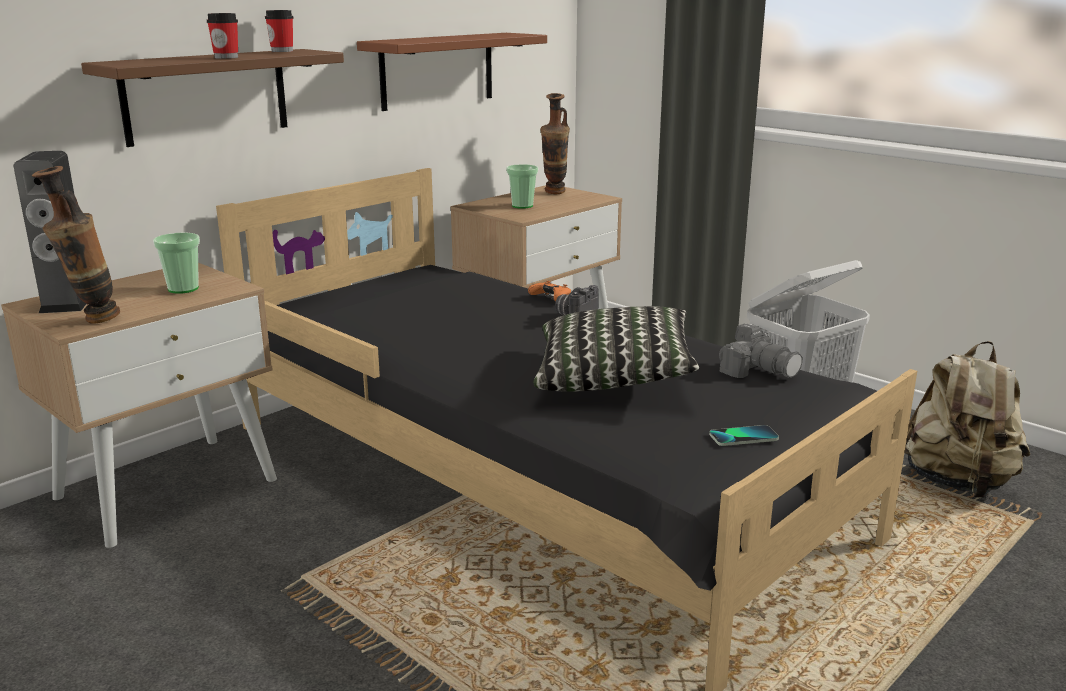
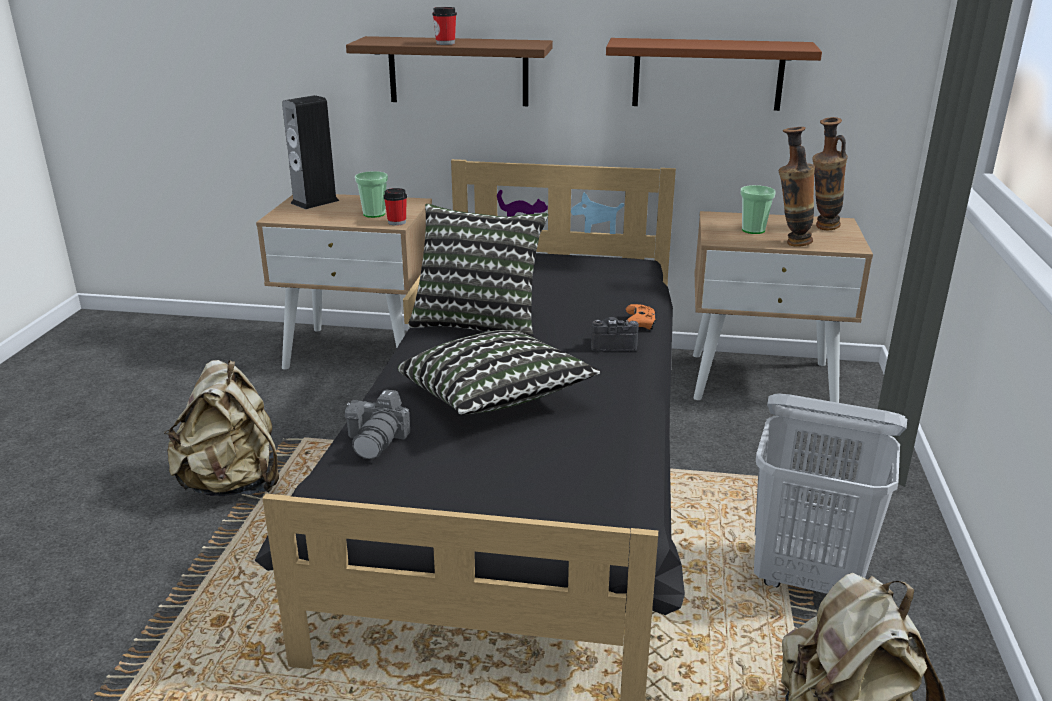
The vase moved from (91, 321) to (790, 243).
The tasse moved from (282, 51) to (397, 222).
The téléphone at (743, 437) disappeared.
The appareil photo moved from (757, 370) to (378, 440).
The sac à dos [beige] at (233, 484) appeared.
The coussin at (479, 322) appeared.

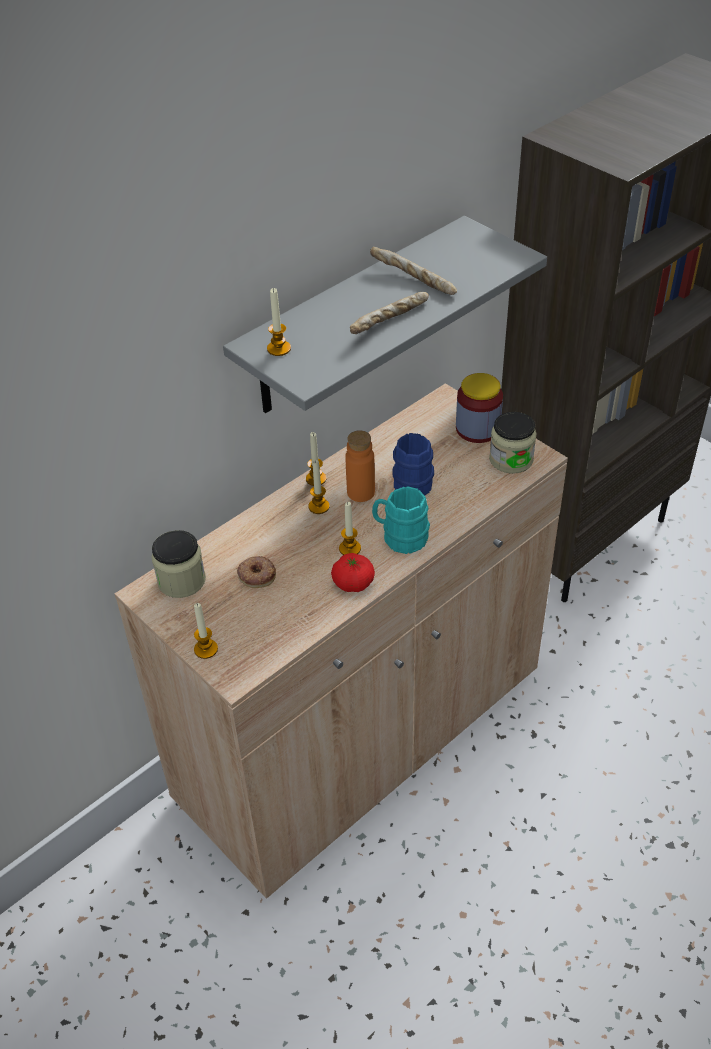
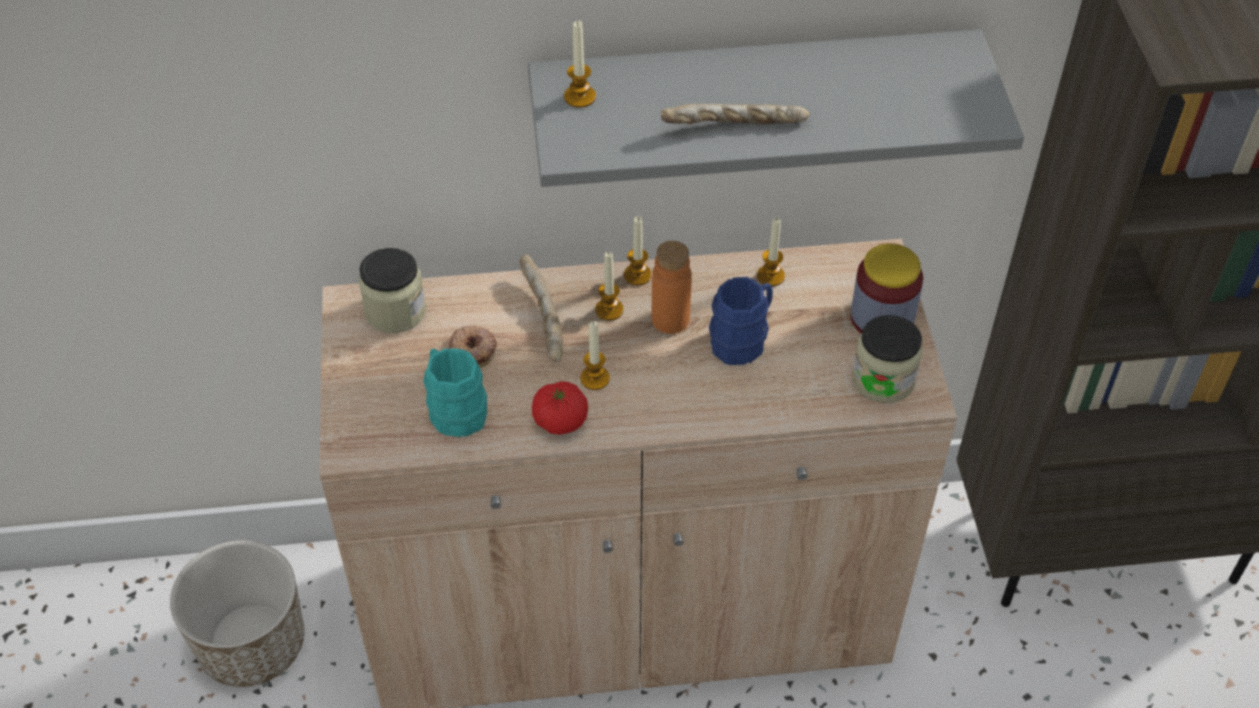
The bougie moved from (206, 649) to (770, 276).
The pain moved from (412, 280) to (541, 317).
The mug [turquoise] moved from (400, 537) to (454, 409).
The cache-pot at (252, 644) appeared.

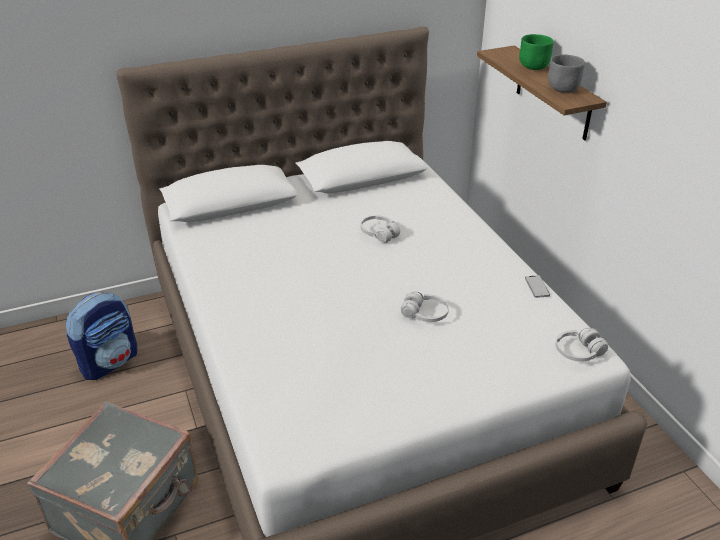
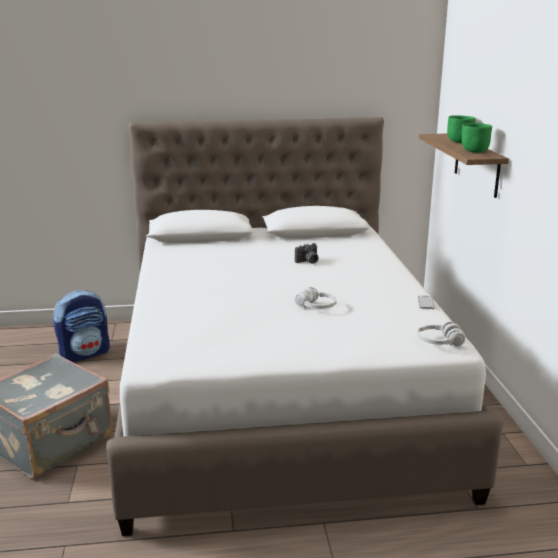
The casque audio [blanc] at (379, 234) was replaced by the appareil photo at (308, 262).
The bol [gris] at (562, 90) became the bol [vert] at (474, 151).

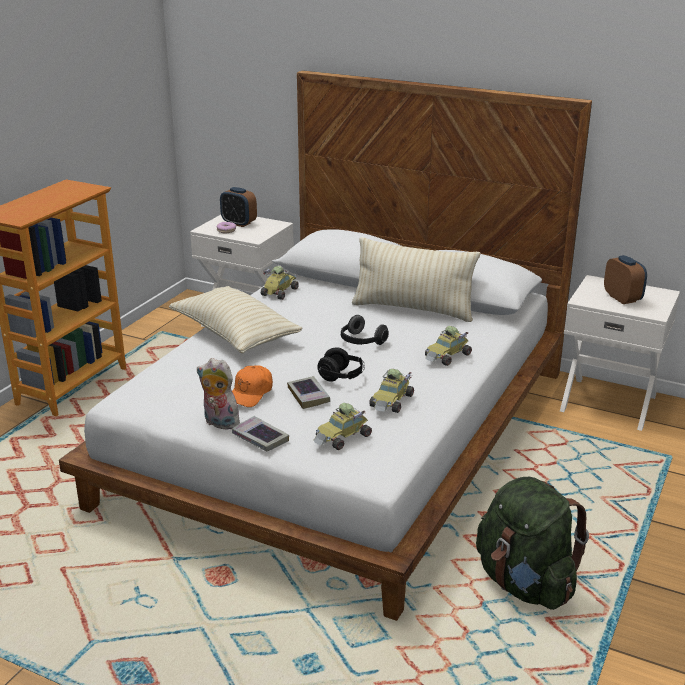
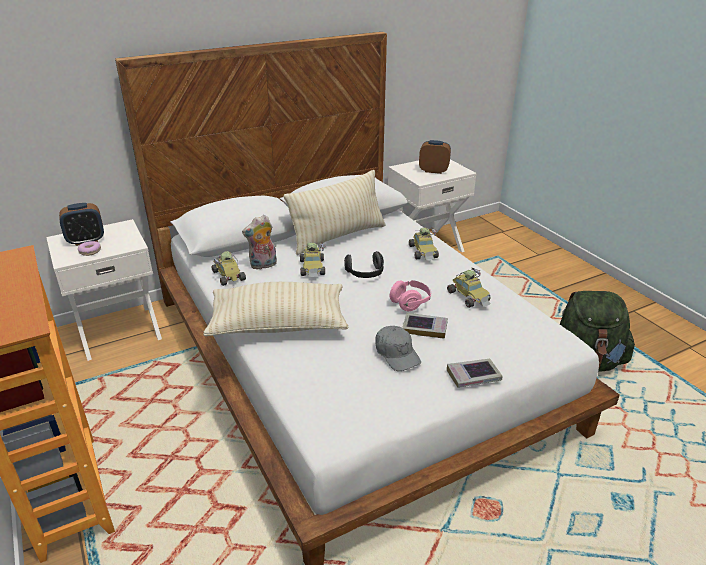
The peluche moved from (219, 423) to (263, 265).
The casquette [orange] at (251, 393) became the casquette [gris] at (397, 354).
The petite voiture moved from (343, 437) to (313, 268).
The casque audio [noir] at (341, 377) became the casque audio [rose] at (410, 303).

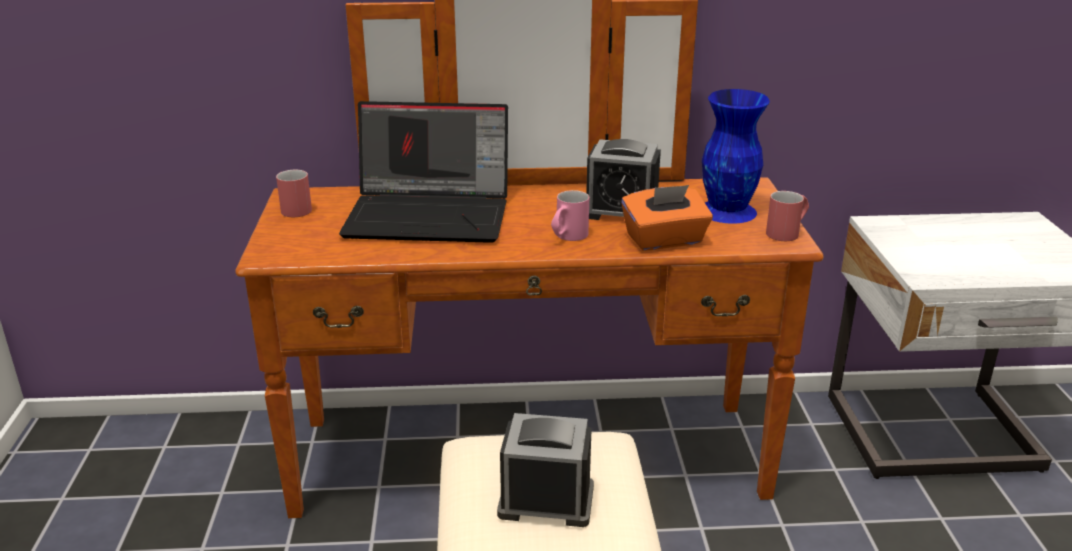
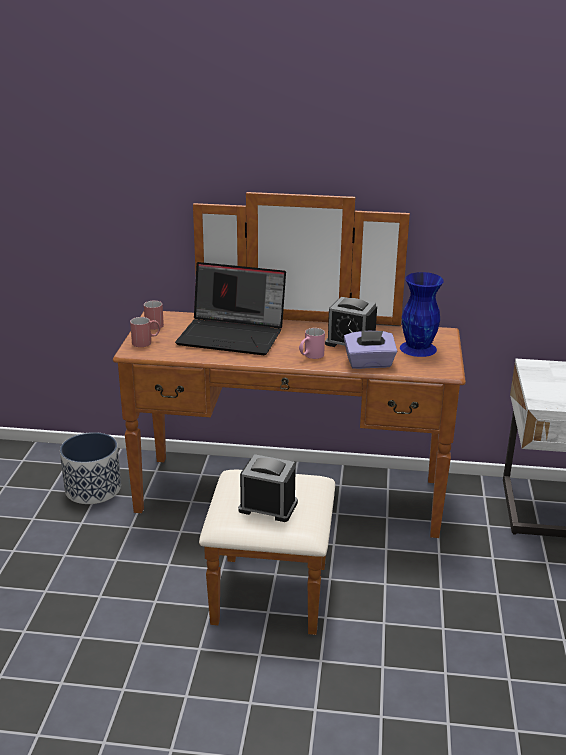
The boîte à mouchoirs [orange] at (665, 240) became the boîte à mouchoirs [violet] at (369, 363).
The mug [rouge] moved from (787, 232) to (146, 342).
The cache-pot at (93, 489) appeared.

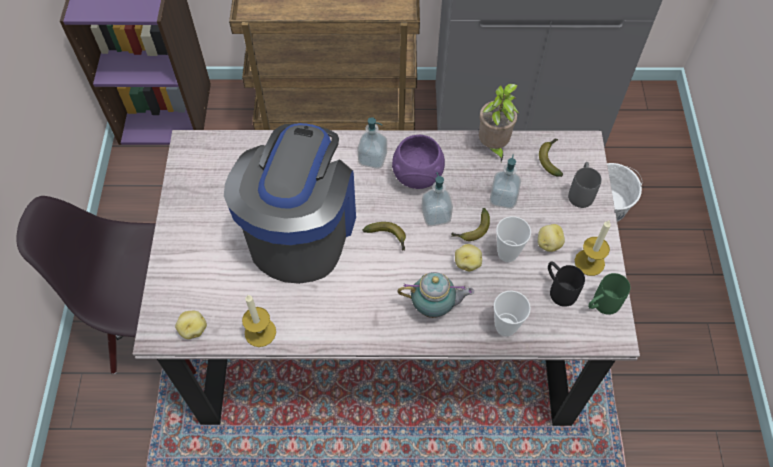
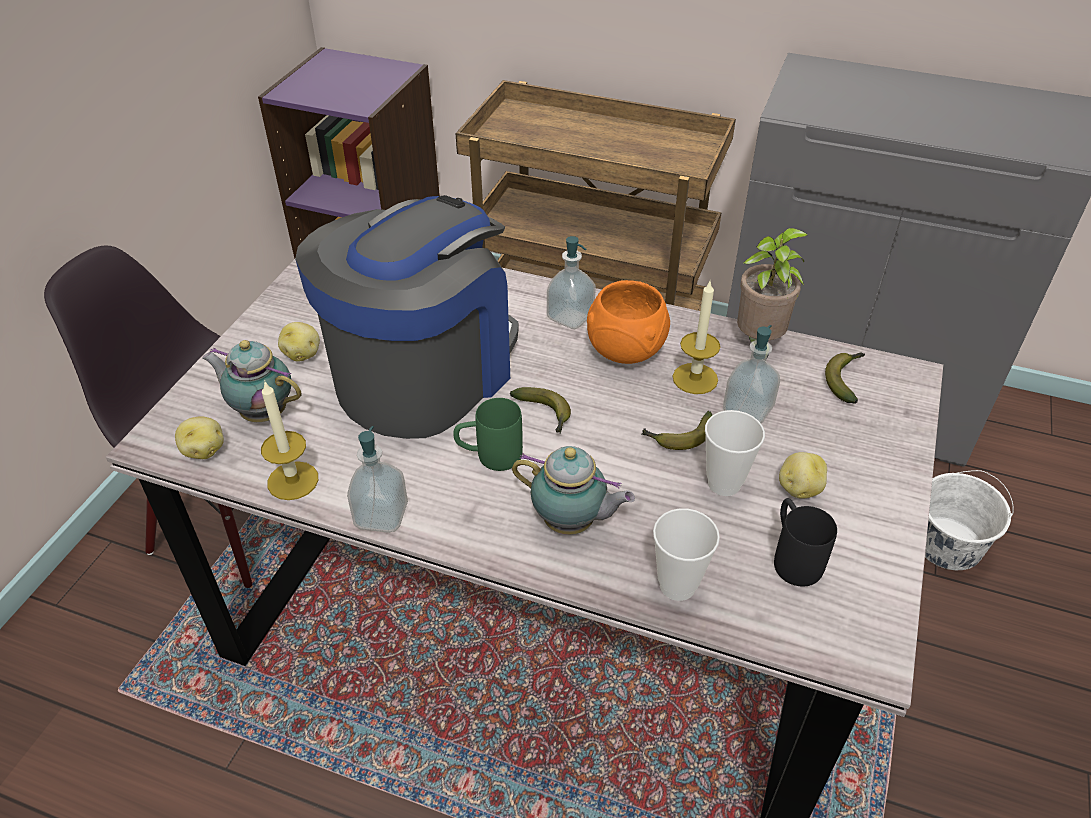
The bol [violet] at (417, 175) became the bol [orange] at (626, 351).
The distributeur de savon moved from (436, 215) to (381, 515).
The pomme de terre moved from (467, 263) to (302, 354).
The mug [gris] at (580, 192) disappeared.
The bougie moved from (589, 262) to (695, 378).
The mug [vert] moved from (601, 305) to (489, 456).
The théière at (262, 412) appeared.

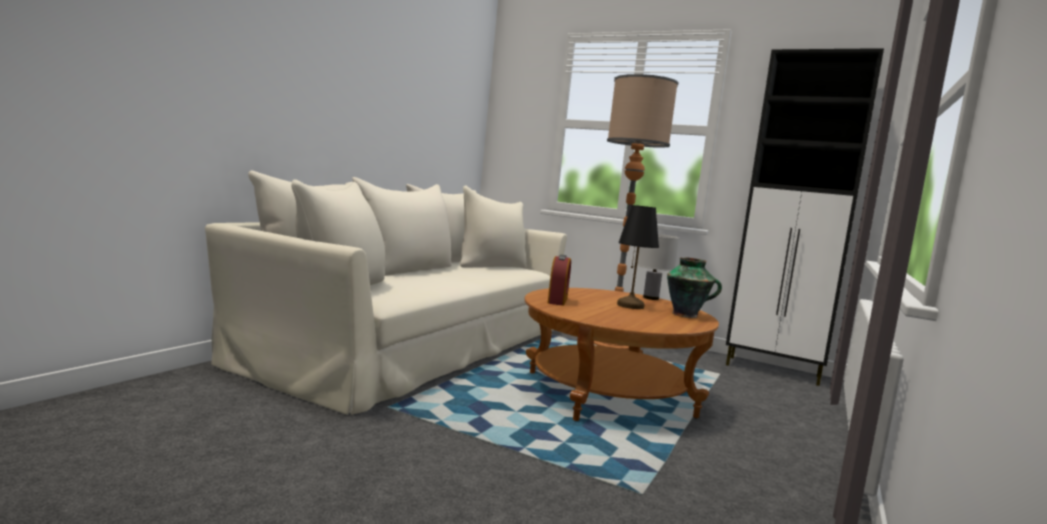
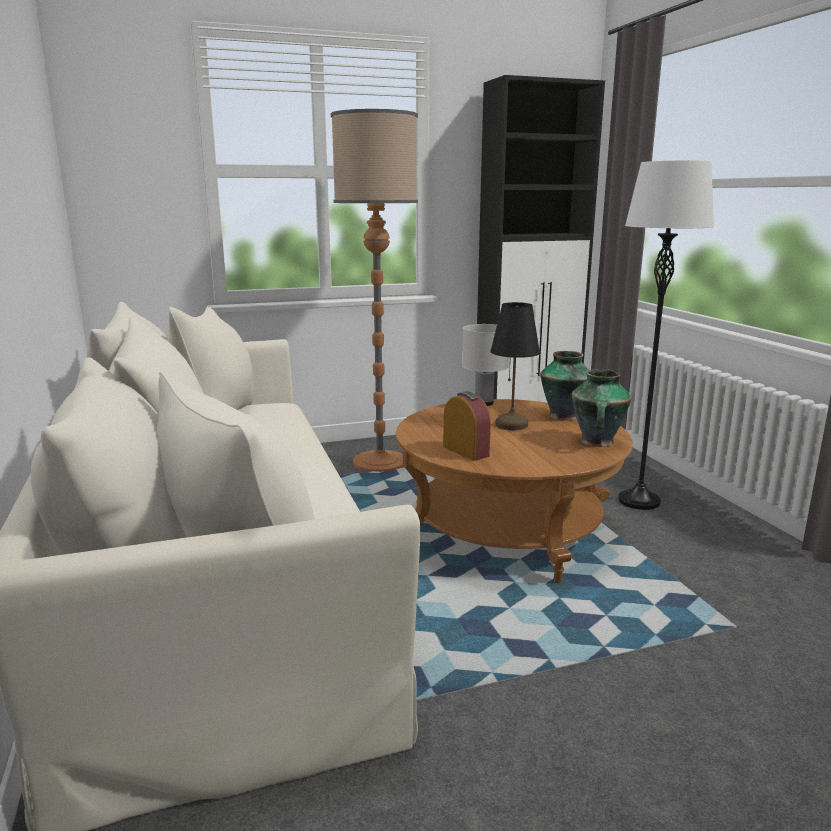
The vase at (597, 442) appeared.
The lampadaire [blanc] at (639, 501) appeared.

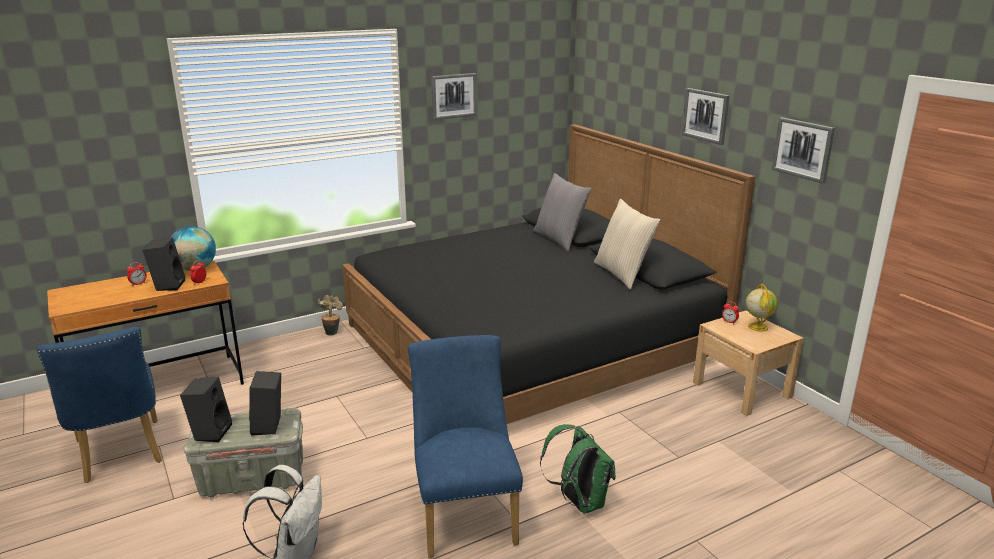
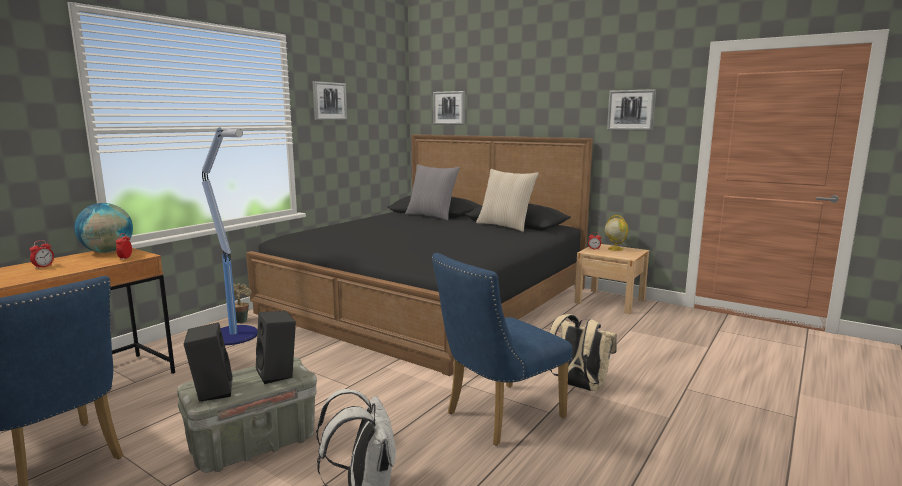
The enceinte [noir] at (168, 285) disappeared.
The chaise [bleu] at (465, 513) turned 90 degrees counterclockwise.
The sac à dos [vert] at (579, 502) became the sac à dos [beige] at (579, 386).
The tableau moved from (706, 115) to (449, 108).
The lampadaire at (234, 336) appeared.

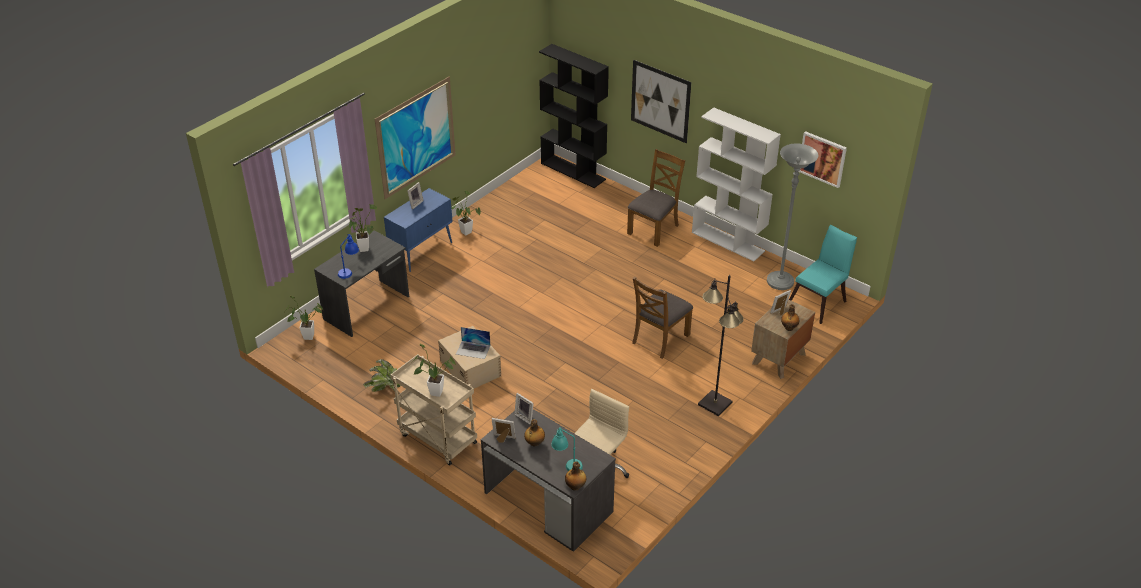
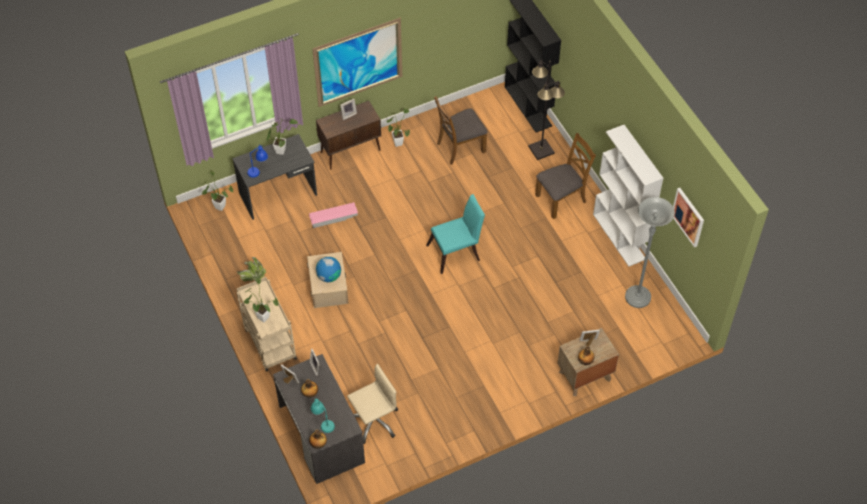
The meuble de rangement [bleu] at (422, 251) became the meuble de rangement [marron] at (351, 151).
The ordinateur portable at (473, 349) was replaced by the globe at (329, 276).
The tableau at (660, 101) disappeared.
The chaise [marron] moved from (660, 338) to (460, 147).
The lampadaire [noir] moved from (715, 403) to (541, 149).
The chaise [turquoise] moved from (819, 302) to (456, 252).
The boîte de rangement [rose] at (334, 217) appeared.

